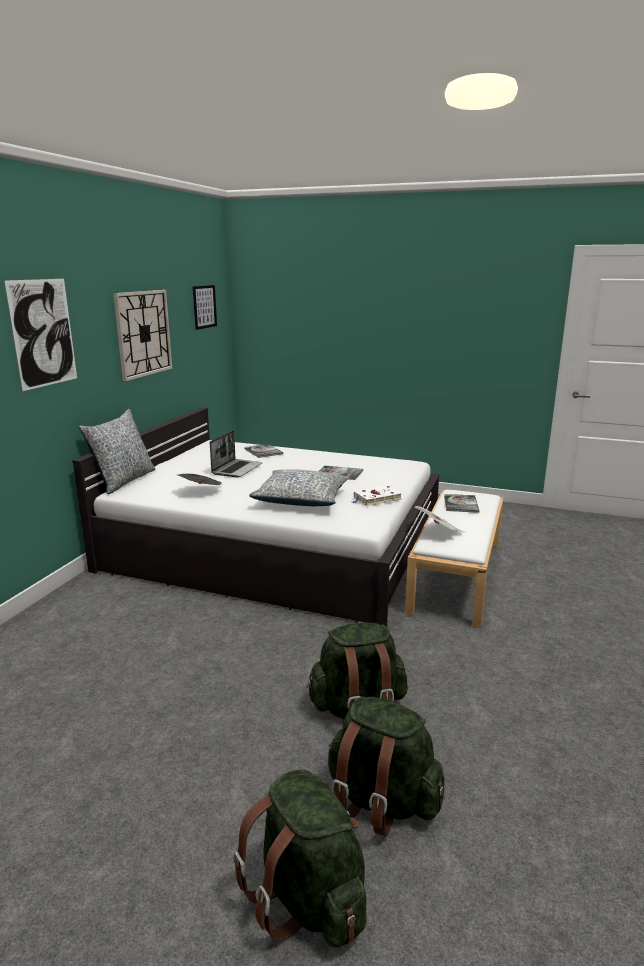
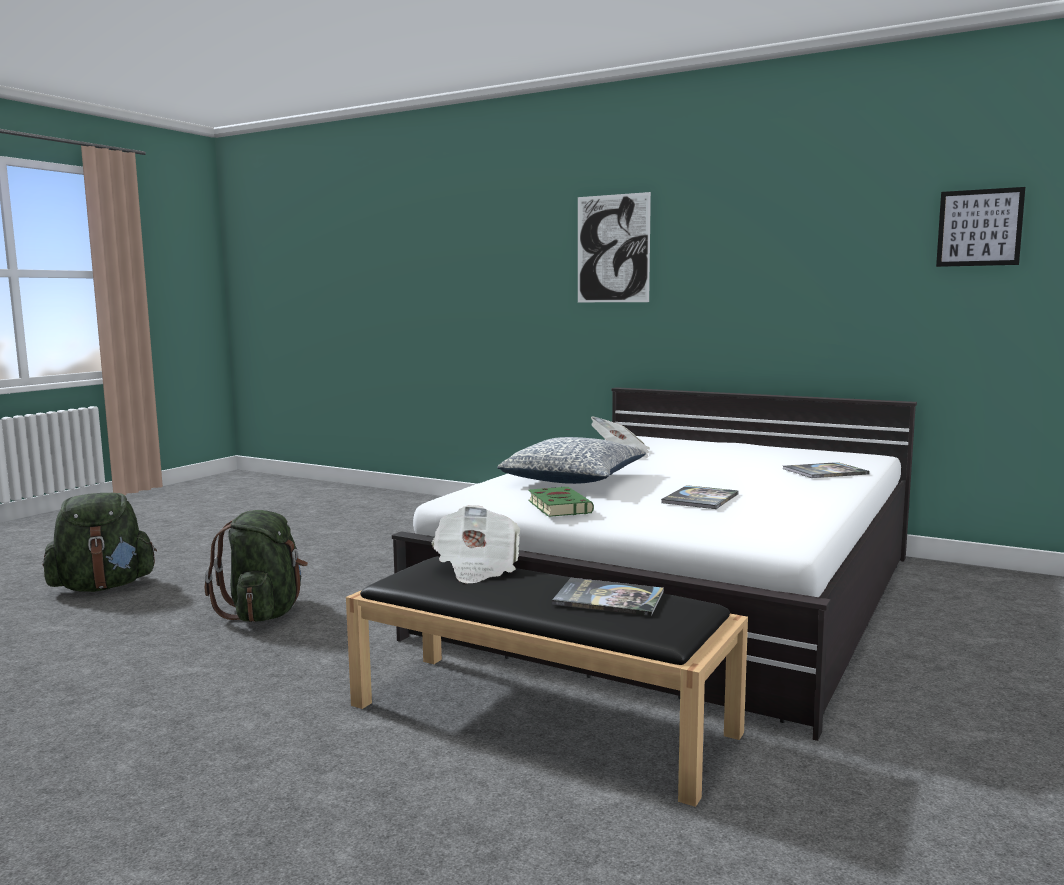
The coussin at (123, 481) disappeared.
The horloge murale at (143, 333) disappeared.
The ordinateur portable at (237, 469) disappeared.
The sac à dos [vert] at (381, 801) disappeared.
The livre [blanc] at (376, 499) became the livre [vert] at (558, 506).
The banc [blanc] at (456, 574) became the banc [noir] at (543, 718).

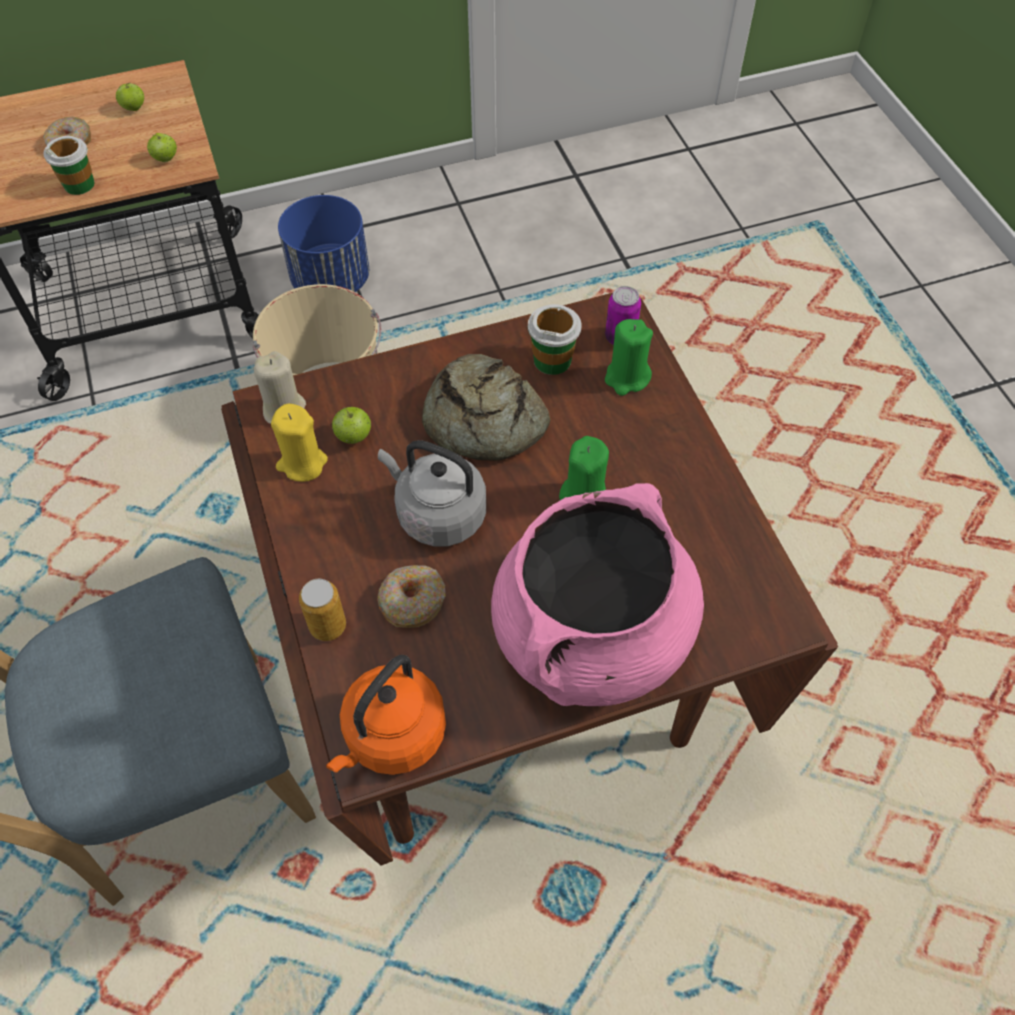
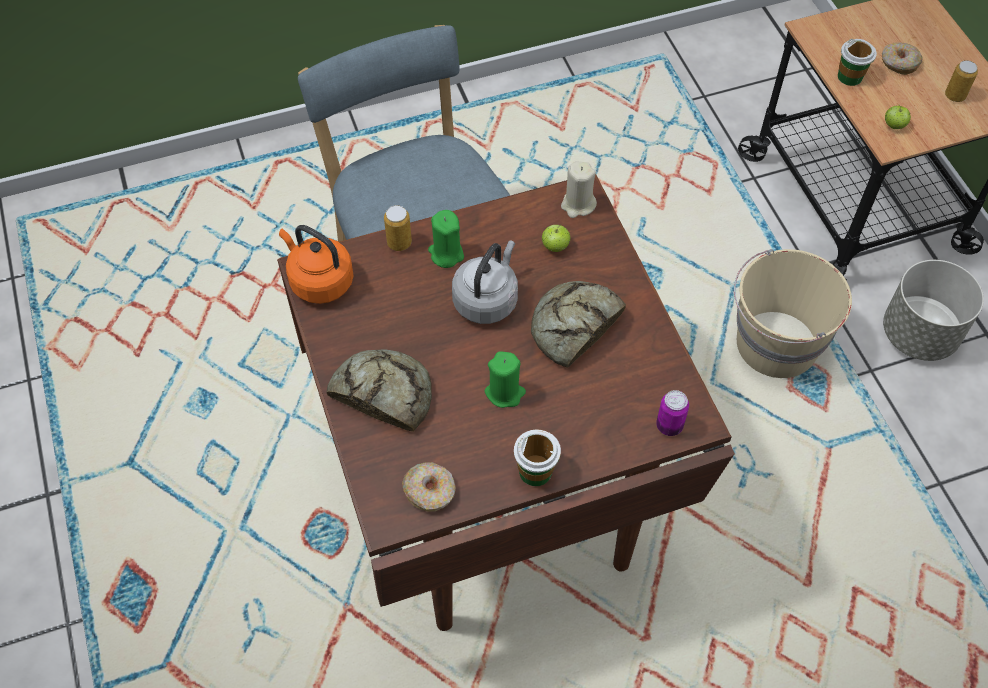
The pomme at (134, 108) was replaced by the boîte métallique at (955, 96).
The bougie [jaune] at (302, 463) disappeared.
The cache-pot [bleu] at (332, 280) became the cache-pot [gris] at (919, 335).
The beignet moved from (412, 601) to (430, 491).
The marmite [rose] at (591, 636) was replaced by the pain at (383, 393).
The tasse moved from (552, 360) to (535, 471).
The bougie [vert] moved from (626, 378) to (446, 254).

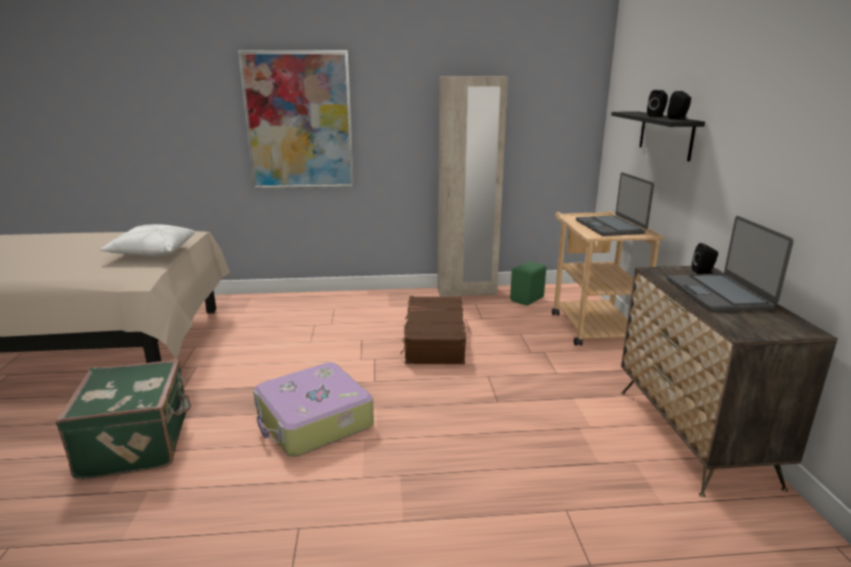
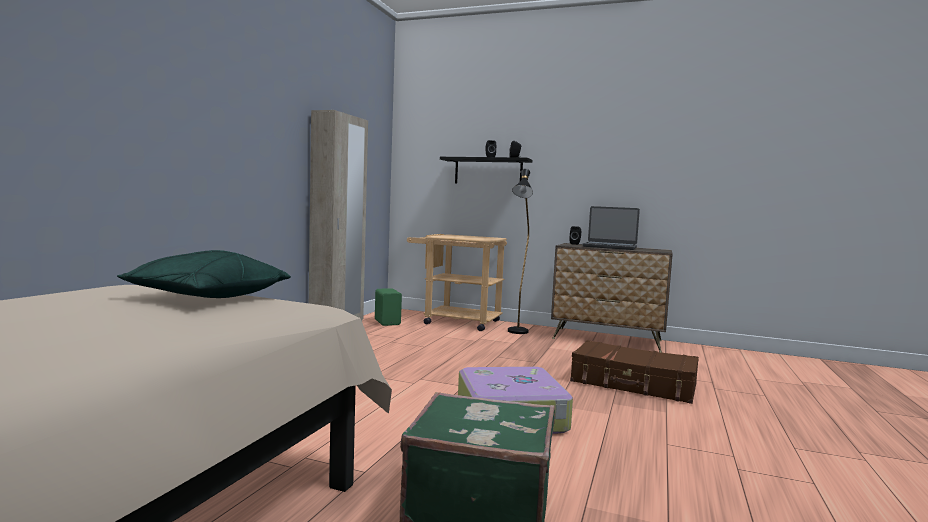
The coussin [blanc] at (152, 253) became the coussin [vert] at (207, 298).
The tableau at (299, 121) disappeared.
The valise [marron] moved from (434, 340) to (633, 384).
The ordinateur portable at (610, 227) disappeared.
The lampadaire [noir] at (517, 333) appeared.

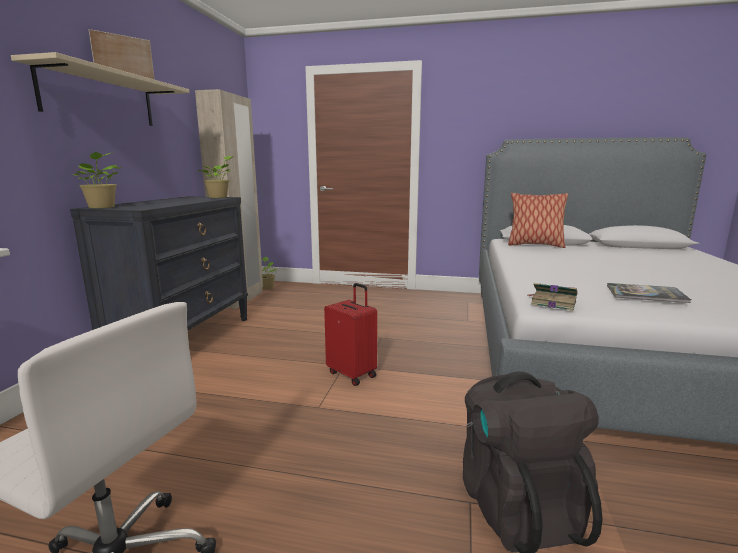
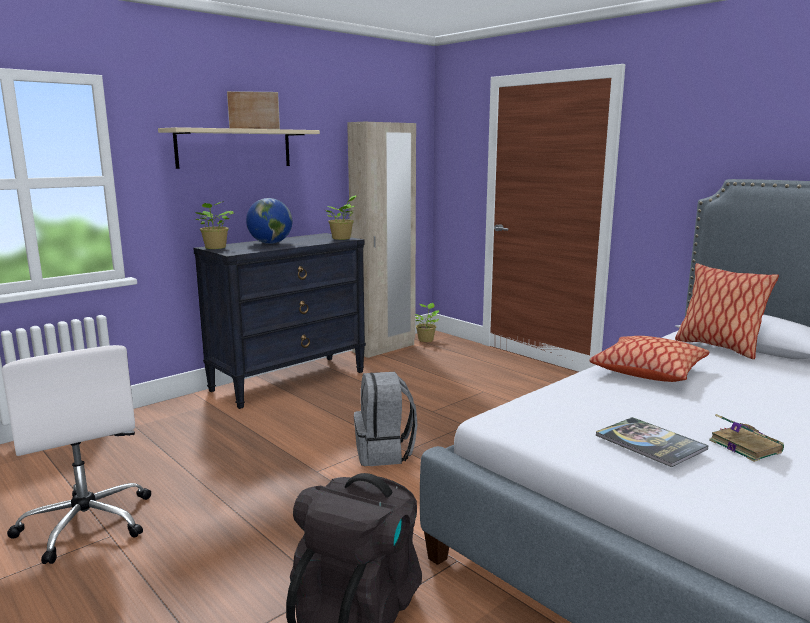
The valise [rouge] at (352, 374) was replaced by the sac à dos [gris] at (384, 453).
The livre moved from (552, 303) to (743, 445).
The globe at (270, 243) appeared.
The coussin at (648, 371) appeared.

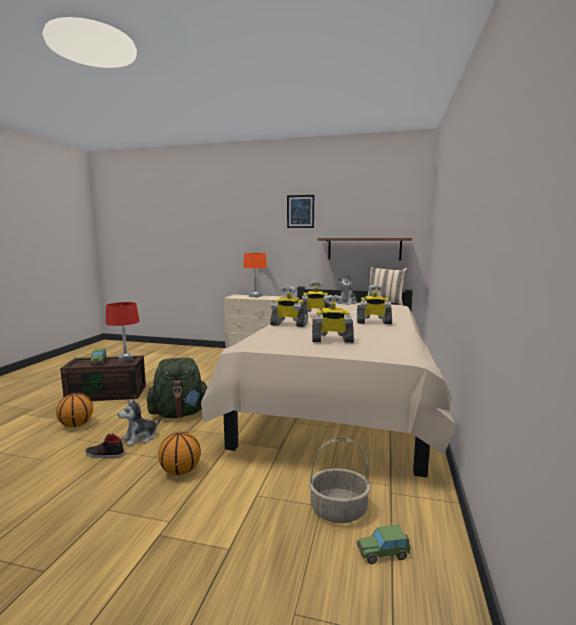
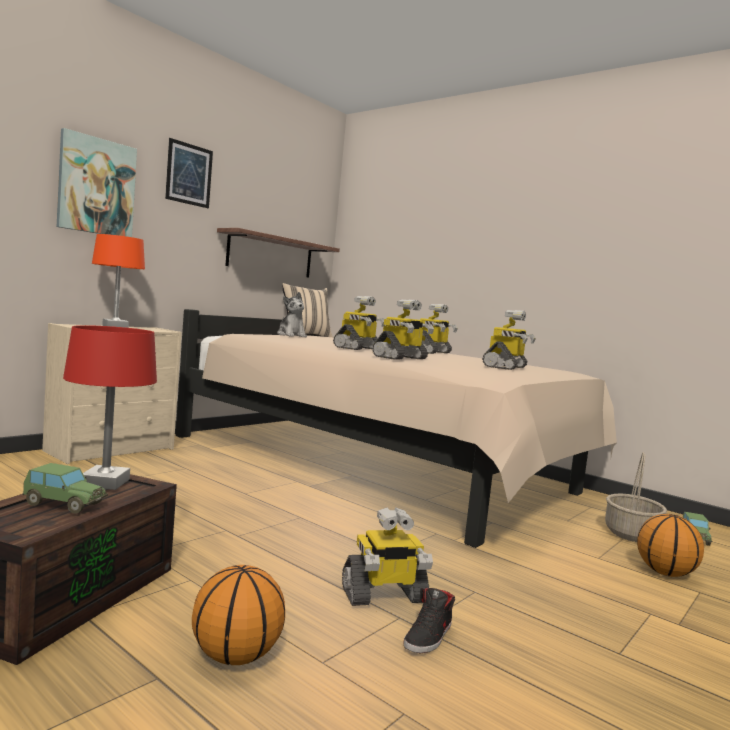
The peluche at (140, 438) was replaced by the robot jouet at (384, 595).
The sac à dos [vert] at (180, 414) disappeared.
The ballon de basket moved from (180, 471) to (665, 573).
The tableau at (96, 186) appeared.

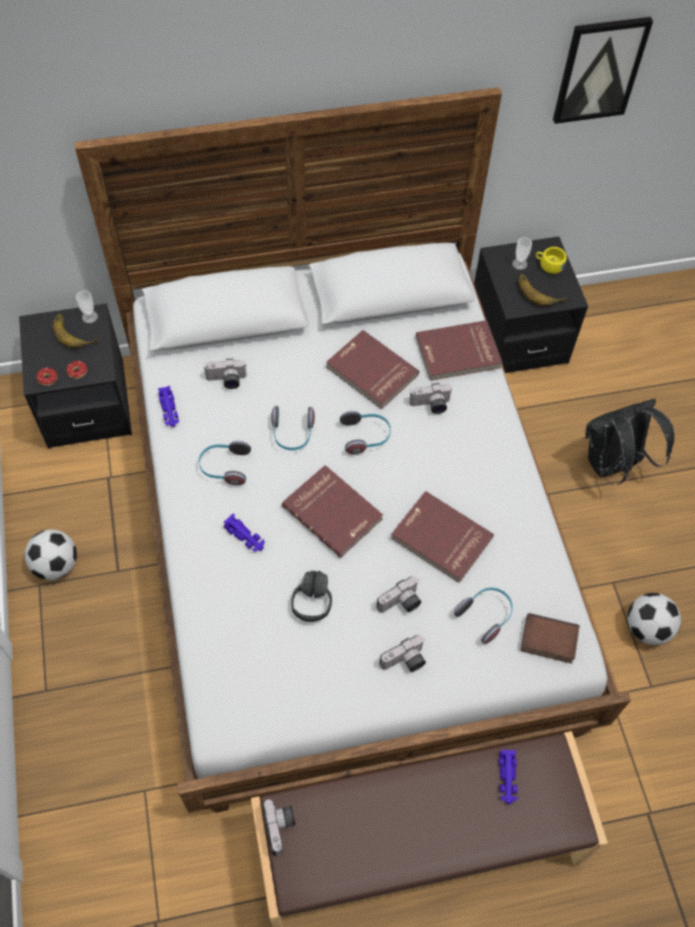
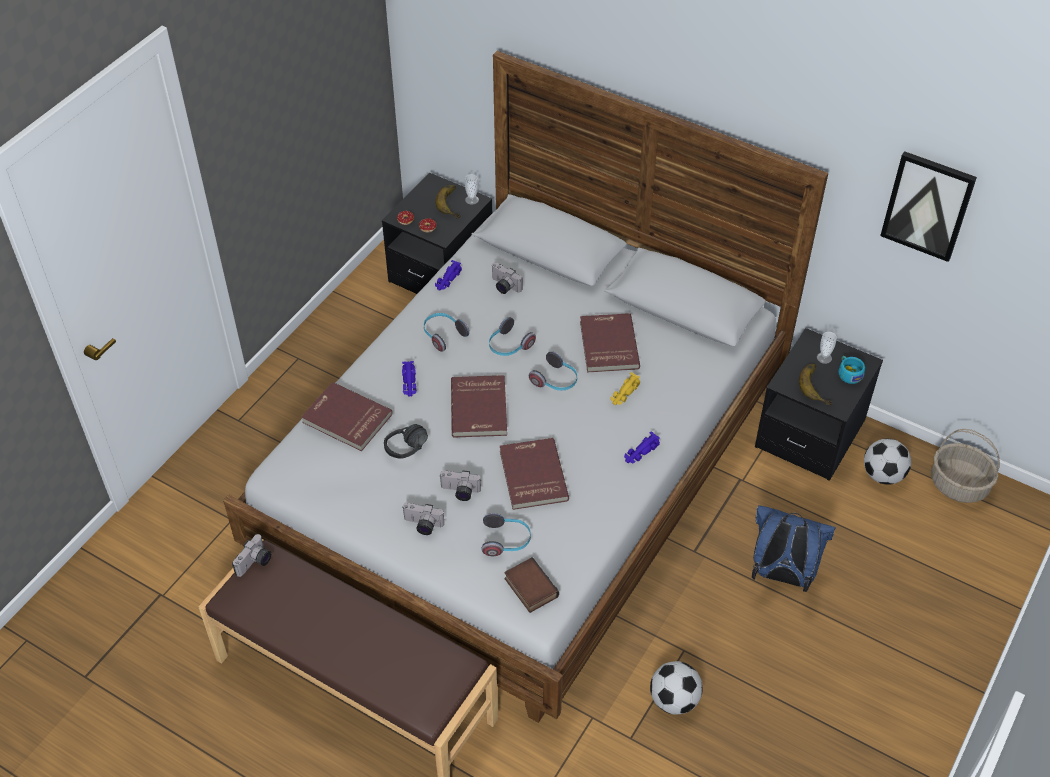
The ballon de foot moved from (56, 565) to (882, 475).
The appareil photo at (430, 406) was replaced by the petite voiture [jaune] at (624, 393).
The livre [rouge] moved from (458, 353) to (346, 419).
The petite voiture [violet] moved from (507, 778) to (640, 452).
The tasse [jaune] at (549, 264) became the tasse [turquoise] at (848, 373).
The sac à dos [noir] at (612, 465) became the sac à dos [bleu] at (781, 575).
The panier at (959, 485) appeared.

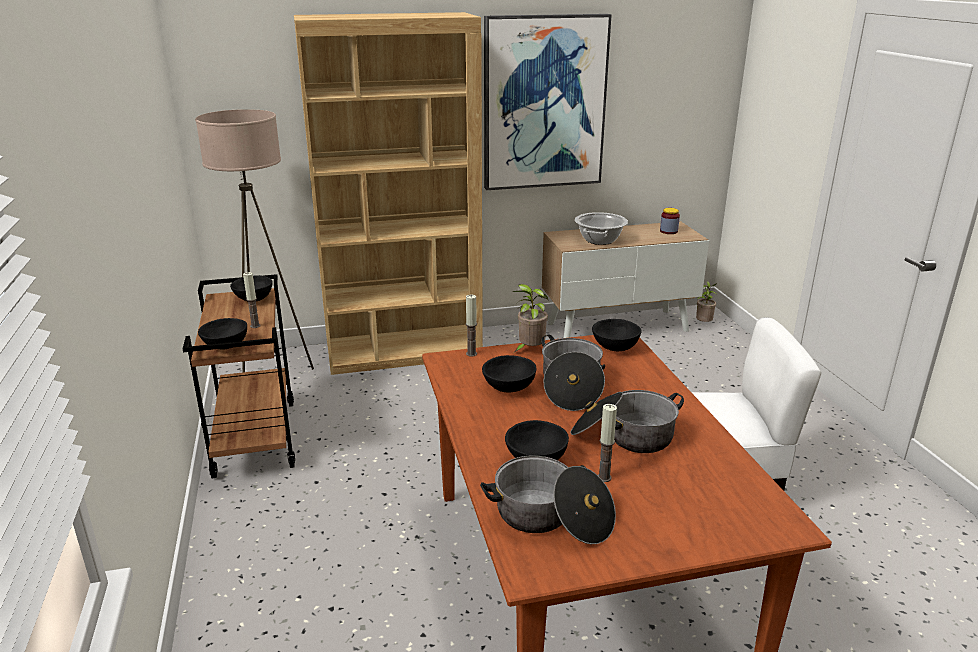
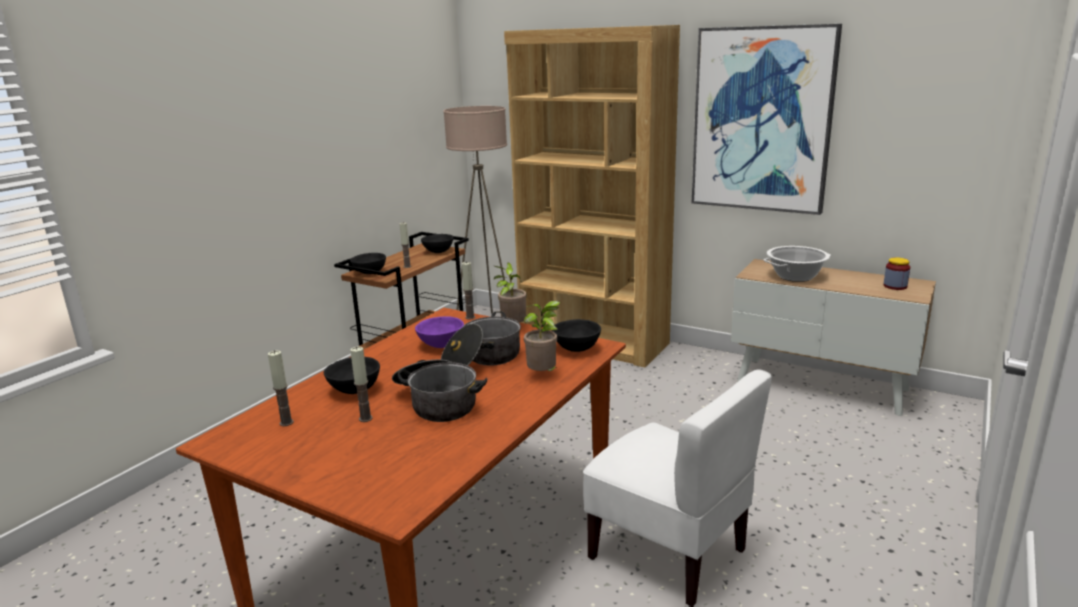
The marmite at (551, 518) was replaced by the bougie at (286, 423).
The bol [noir] at (509, 389) became the bol [violet] at (440, 346).
The plante en pot moved from (703, 324) to (544, 375).

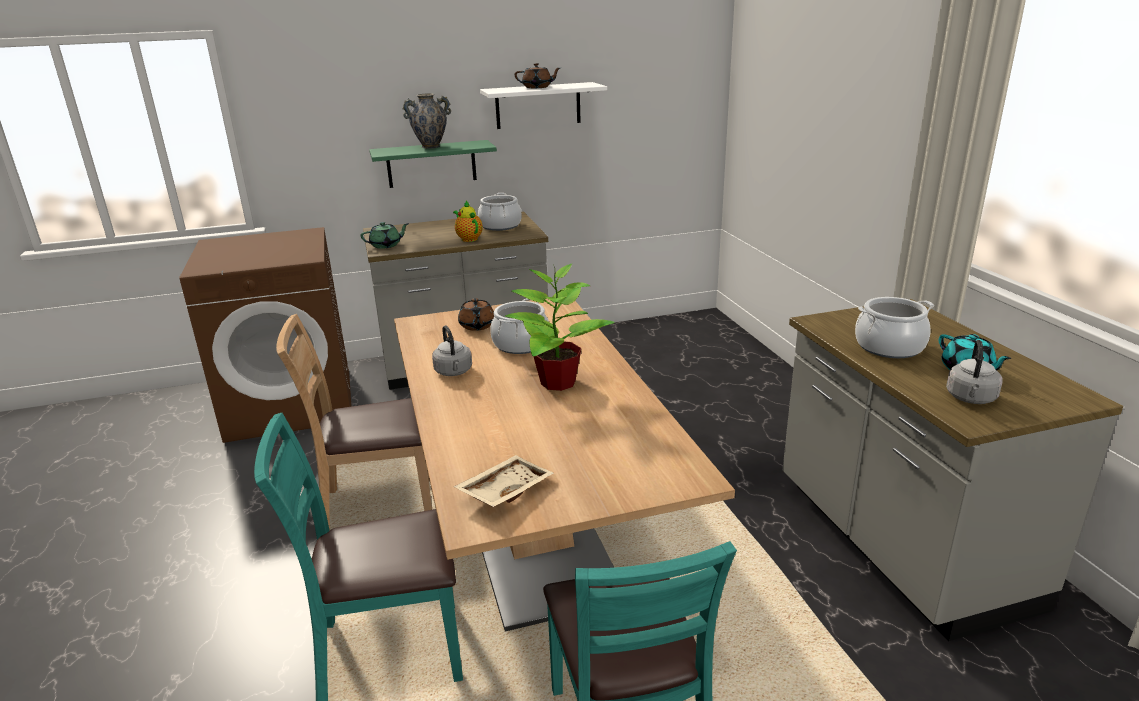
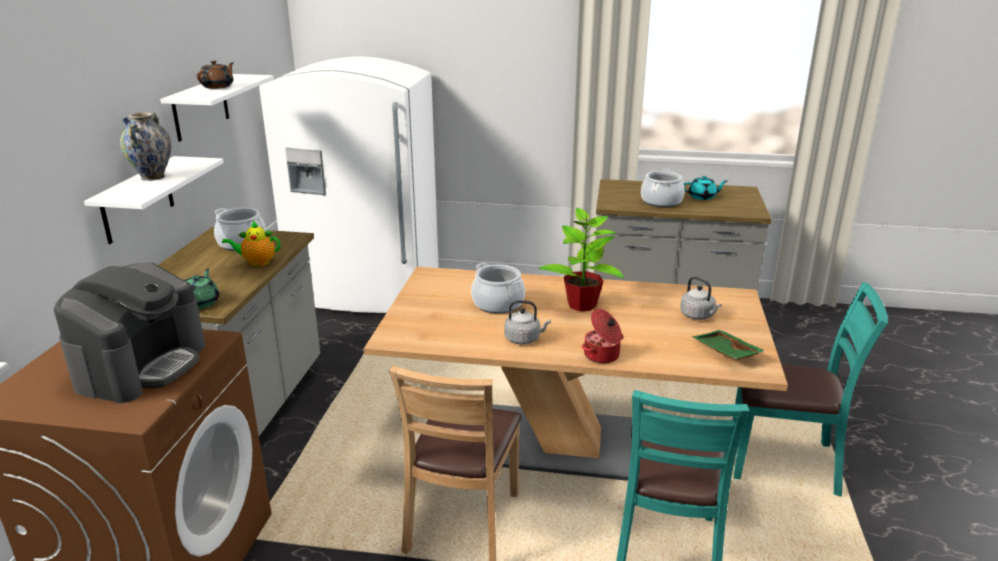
The étagère [vert] at (431, 164) became the étagère [blanc] at (137, 200).
The plateau [beige] at (504, 490) became the plateau [vert] at (725, 352).
The théière [marron] at (477, 326) disappeared.
The bouilloire [gris] moved from (970, 399) to (698, 316).
The machine à café at (141, 365) appeared.
The réfrigérateur [blanc] at (365, 292) appeared.
The marmite at (602, 356) appeared.

